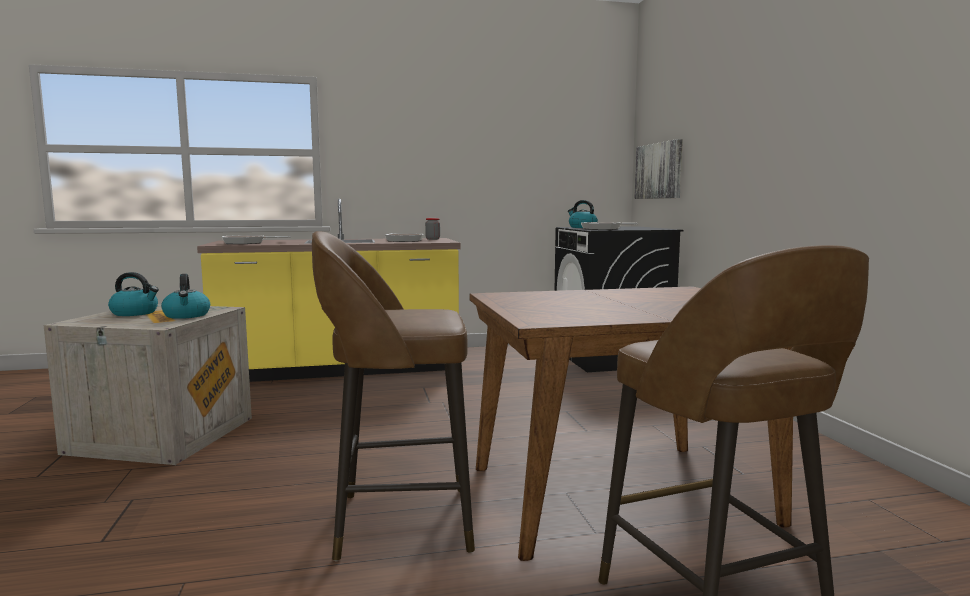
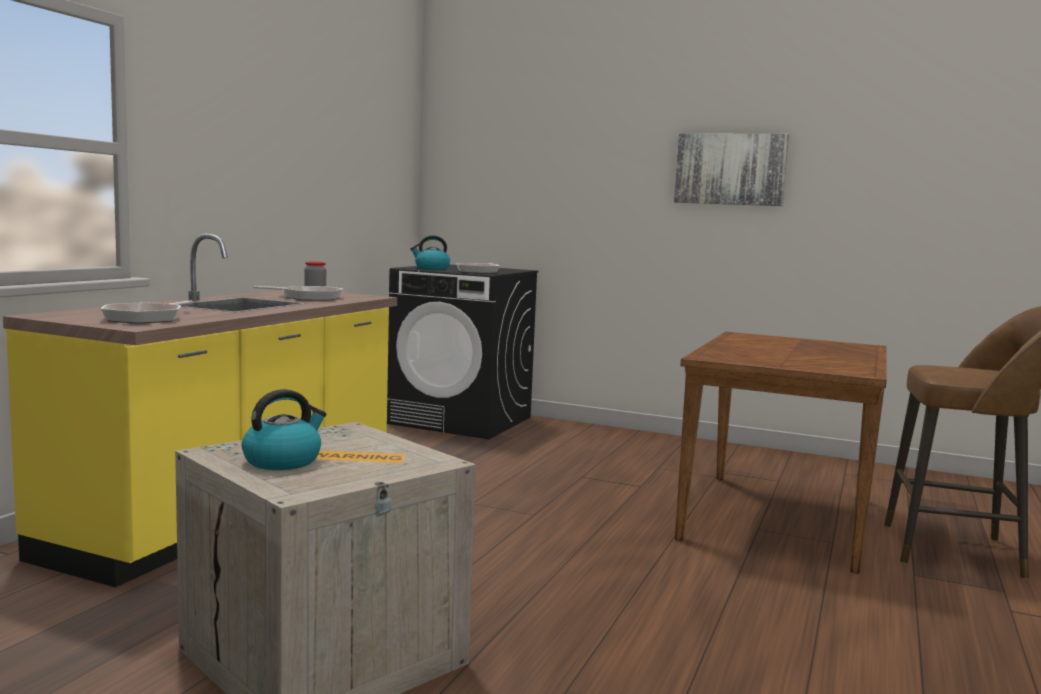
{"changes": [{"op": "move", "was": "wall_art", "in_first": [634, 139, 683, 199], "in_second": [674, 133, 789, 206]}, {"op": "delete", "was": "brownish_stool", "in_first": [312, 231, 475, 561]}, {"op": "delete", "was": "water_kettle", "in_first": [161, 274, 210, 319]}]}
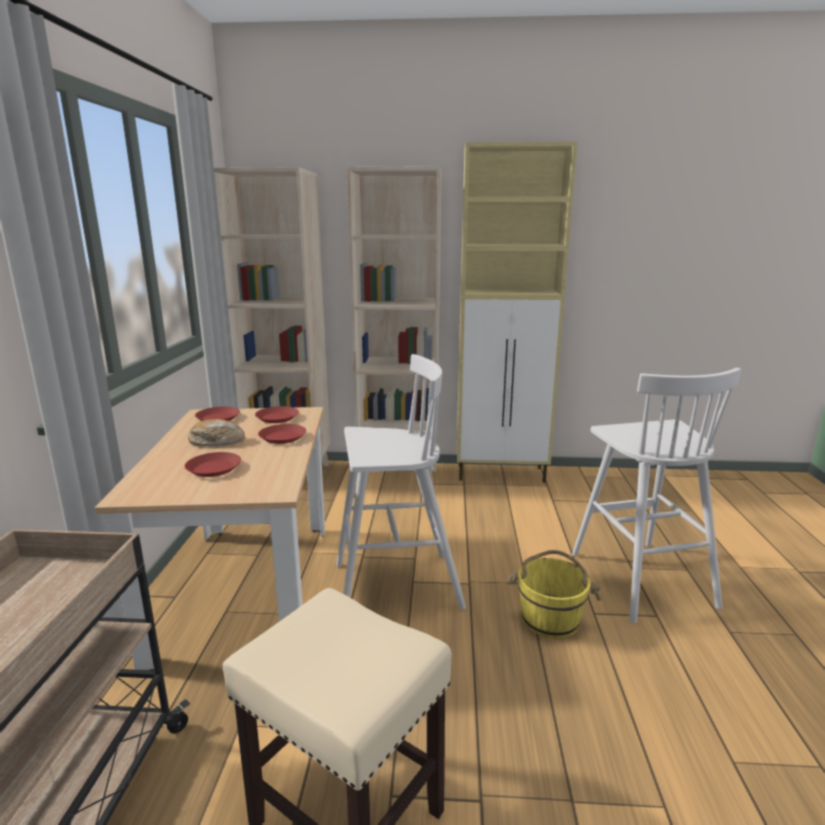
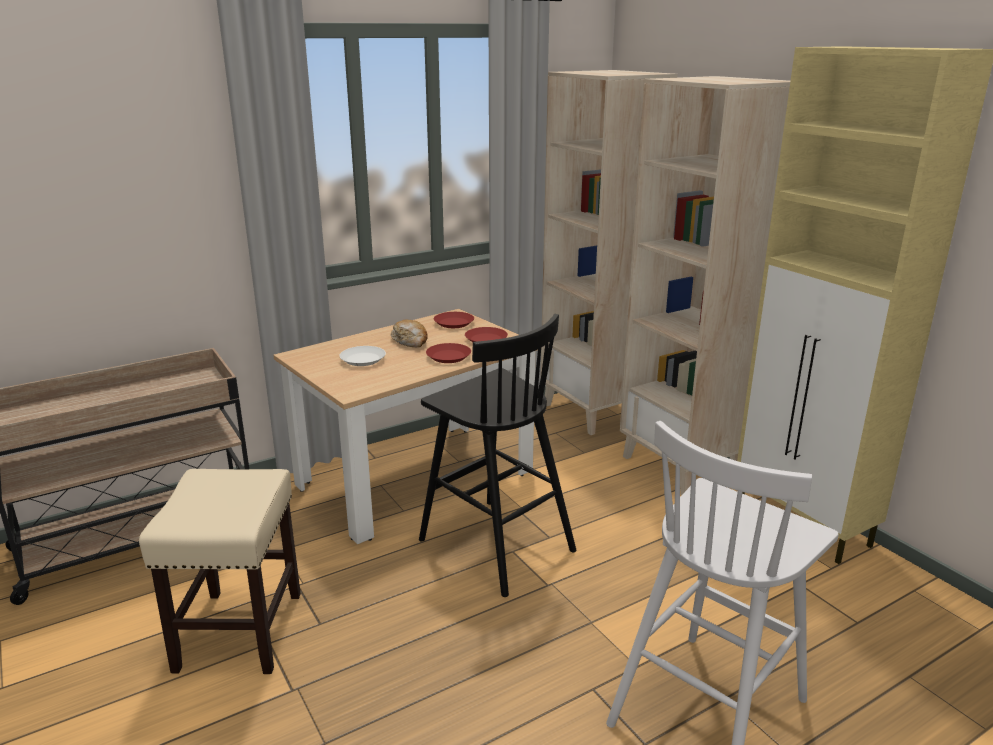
{"changes": [{"op": "recolor", "was": "white-coloured_stool", "now": "black-coloured_stool", "in_first": [336, 354, 466, 610], "in_second": [419, 314, 576, 597]}, {"op": "recolor", "was": "red_plate", "now": "white-coloured_plate", "in_first": [185, 452, 241, 477], "in_second": [339, 346, 386, 366]}, {"op": "delete", "was": "yellow-coloured_bucket", "in_first": [507, 550, 601, 639]}]}
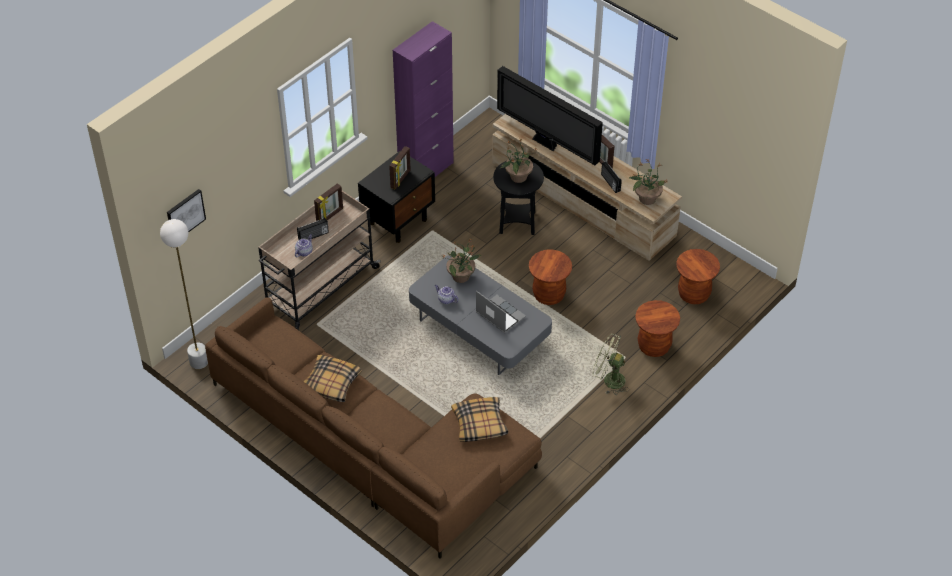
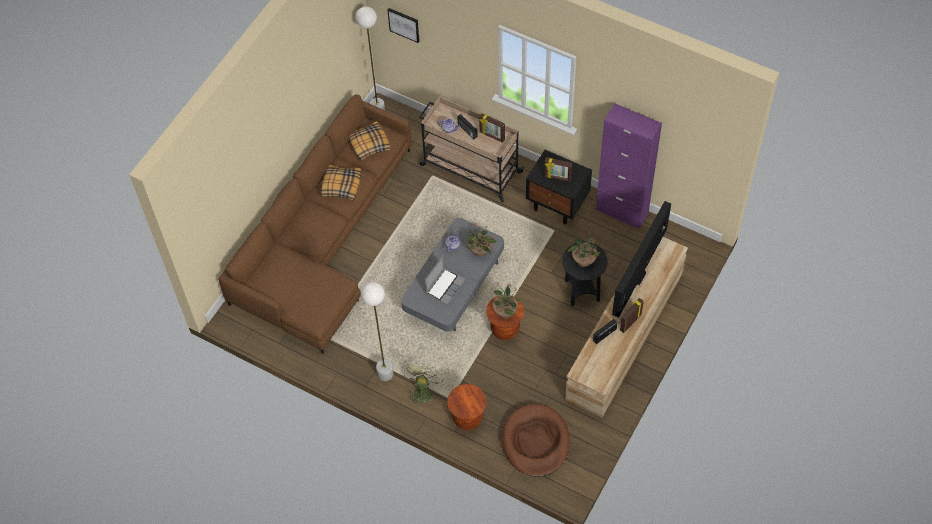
{"changes": [{"op": "move", "was": "houseplant", "in_first": [629, 159, 668, 205], "in_second": [493, 283, 522, 319]}, {"op": "replace", "was": "brownish_stool", "now": "brownish_dog_cushion", "in_first": [676, 249, 720, 304], "in_second": [502, 404, 570, 477]}, {"op": "move", "was": "pillow", "in_first": [451, 397, 508, 442], "in_second": [349, 121, 391, 161]}, {"op": "insert", "now": "white-coloured_floor_lamp", "in_second": [361, 282, 393, 381]}]}
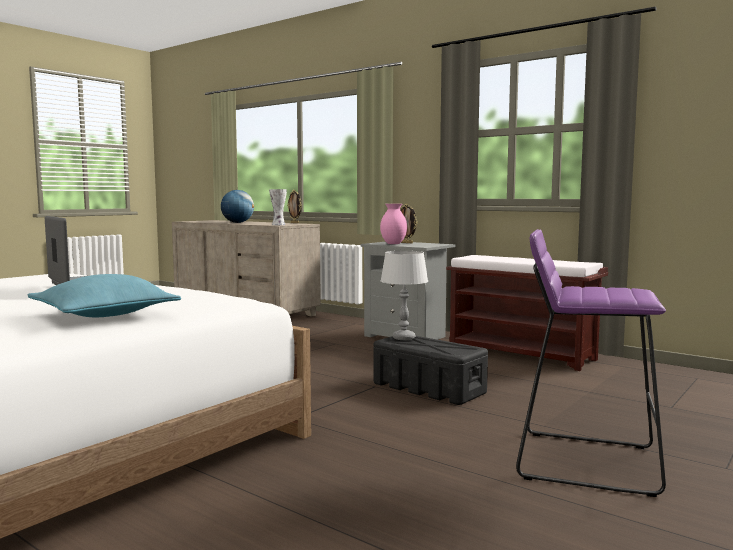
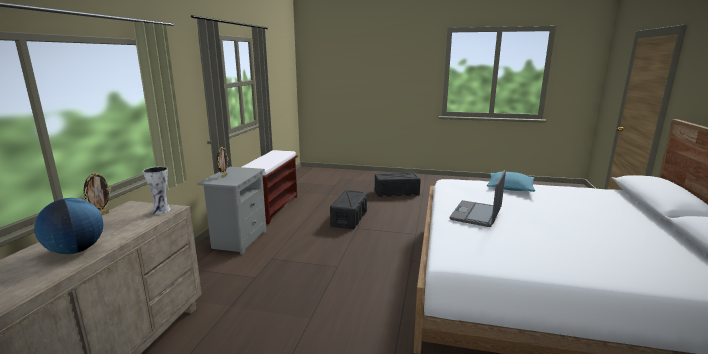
{"changes": [{"op": "delete", "was": "pink-coloured_decorative_vase", "in_first": [380, 204, 407, 244]}, {"op": "replace", "was": "purple_stool", "now": "black-coloured_storage_bin", "in_first": [516, 229, 666, 497], "in_second": [375, 173, 421, 197]}, {"op": "delete", "was": "greyish_lamp_for_a_table", "in_first": [380, 251, 428, 340]}]}
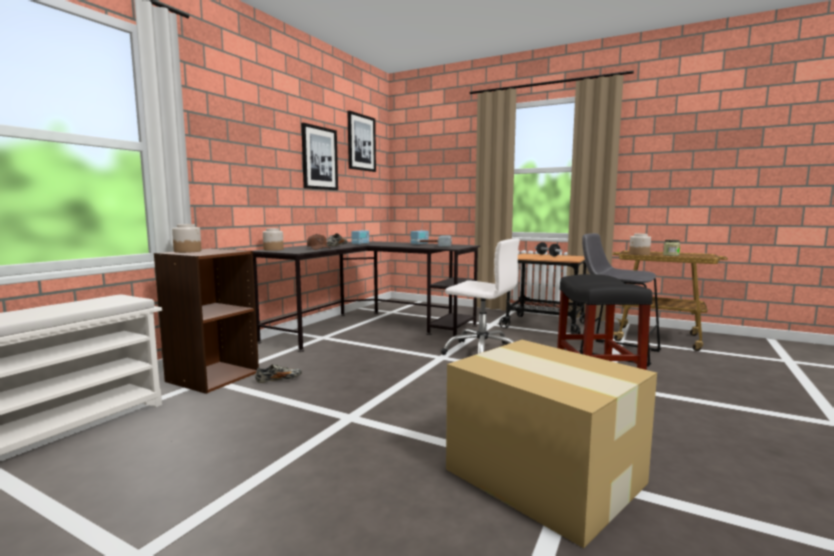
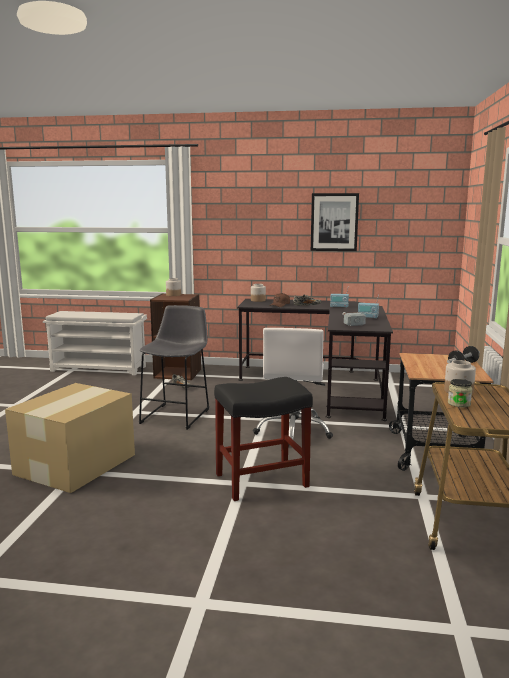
{"changes": [{"op": "delete", "was": "wall_art", "in_first": [347, 111, 376, 172]}, {"op": "move", "was": "greyish_stool", "in_first": [579, 233, 661, 367], "in_second": [139, 305, 209, 430]}]}
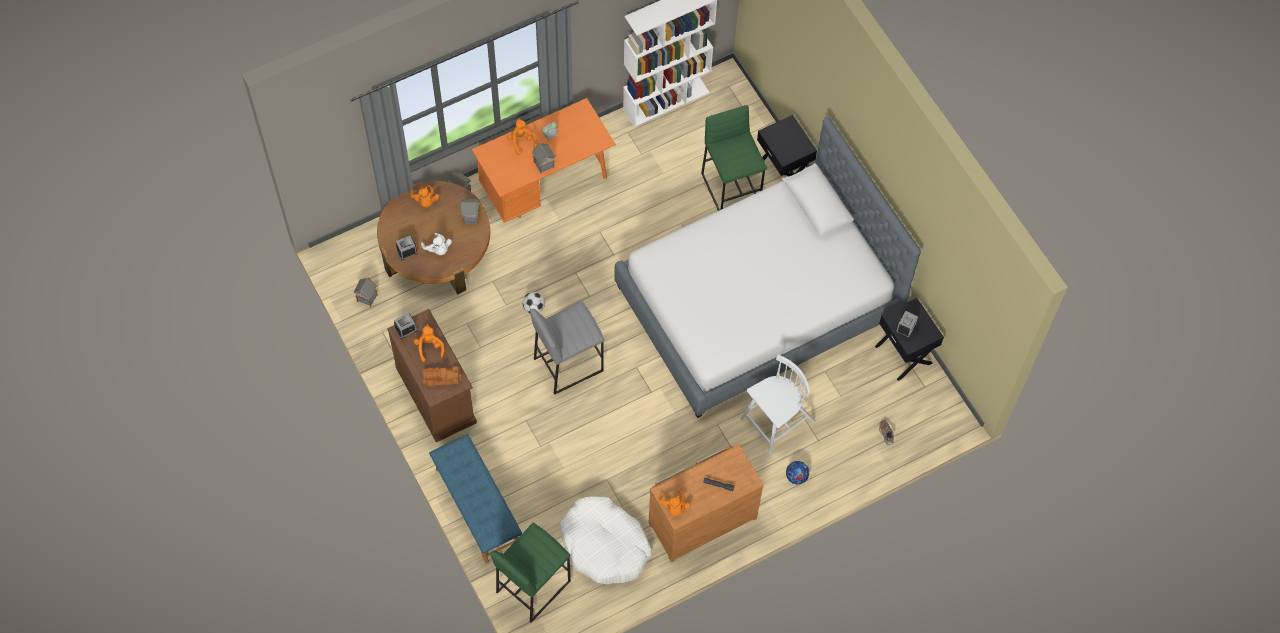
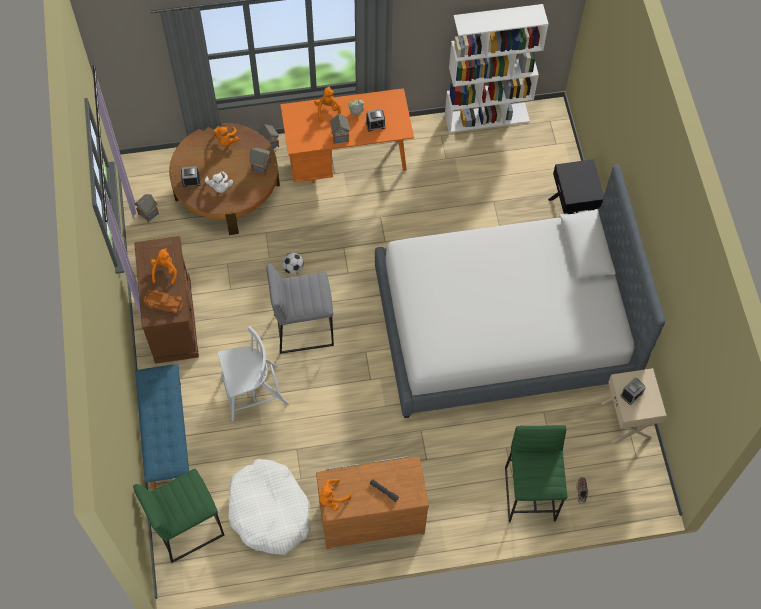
{"changes": [{"op": "move", "was": "green-coloured_stool", "in_first": [701, 105, 767, 211], "in_second": [505, 425, 567, 522]}, {"op": "recolor", "was": "black-coloured_nightstand", "now": "beige_nightstand", "in_first": [875, 298, 944, 381], "in_second": [601, 368, 667, 444]}, {"op": "move", "was": "alarm_clock", "in_first": [394, 313, 418, 339], "in_second": [366, 109, 386, 131]}, {"op": "move", "was": "white-coloured_upright_chair", "in_first": [740, 355, 815, 454], "in_second": [218, 326, 289, 421]}, {"op": "delete", "was": "football", "in_first": [786, 461, 809, 484]}, {"op": "rotate", "was": "orange_plush_toy", "in_first": [659, 489, 690, 516], "in_second": [319, 479, 351, 511], "clockwise": 45}]}
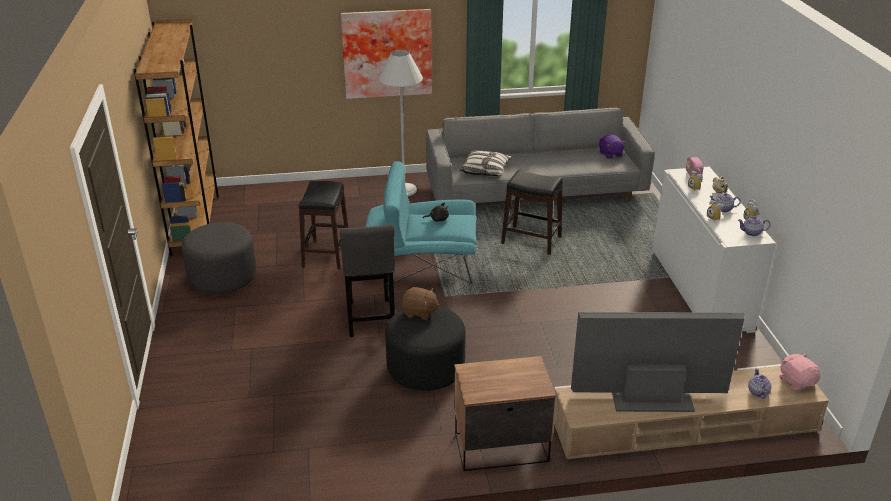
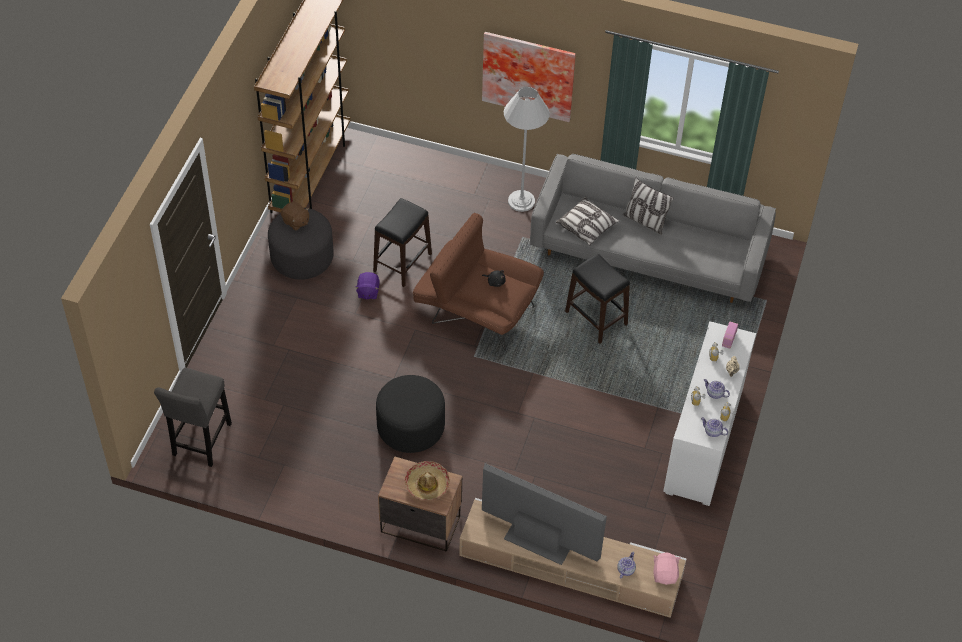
{"changes": [{"op": "move", "was": "purple_plush_toy", "in_first": [599, 135, 626, 159], "in_second": [355, 272, 380, 300]}, {"op": "recolor", "was": "blue-green_armchair", "now": "brownish_armchair", "in_first": [365, 161, 477, 285], "in_second": [413, 213, 544, 351]}, {"op": "move", "was": "greyish_stool", "in_first": [340, 224, 395, 337], "in_second": [154, 368, 232, 467]}, {"op": "move", "was": "brownish_plush_toy", "in_first": [402, 287, 440, 320], "in_second": [281, 201, 309, 231]}, {"op": "insert", "now": "pillow", "in_second": [623, 177, 674, 235]}, {"op": "insert", "now": "wearable_hat", "in_second": [405, 461, 450, 500]}]}
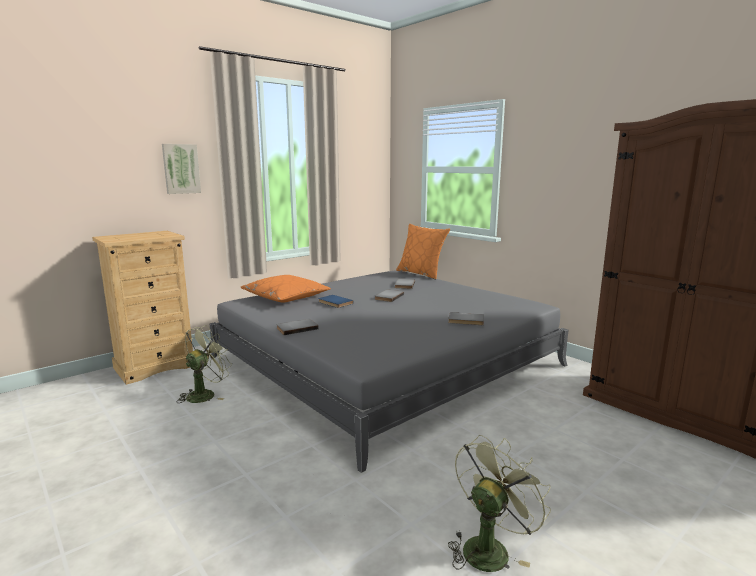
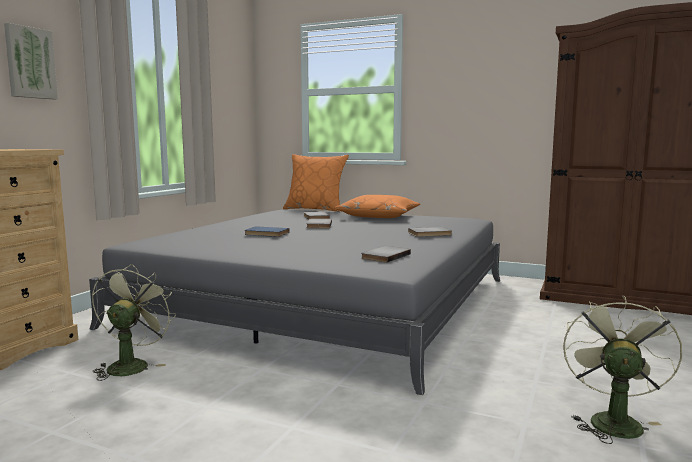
{"changes": [{"op": "move", "was": "orange_pillow", "in_first": [241, 275, 331, 302], "in_second": [334, 195, 420, 218]}, {"op": "move", "was": "greyish_bound_book", "in_first": [276, 319, 318, 335], "in_second": [361, 246, 411, 263]}]}
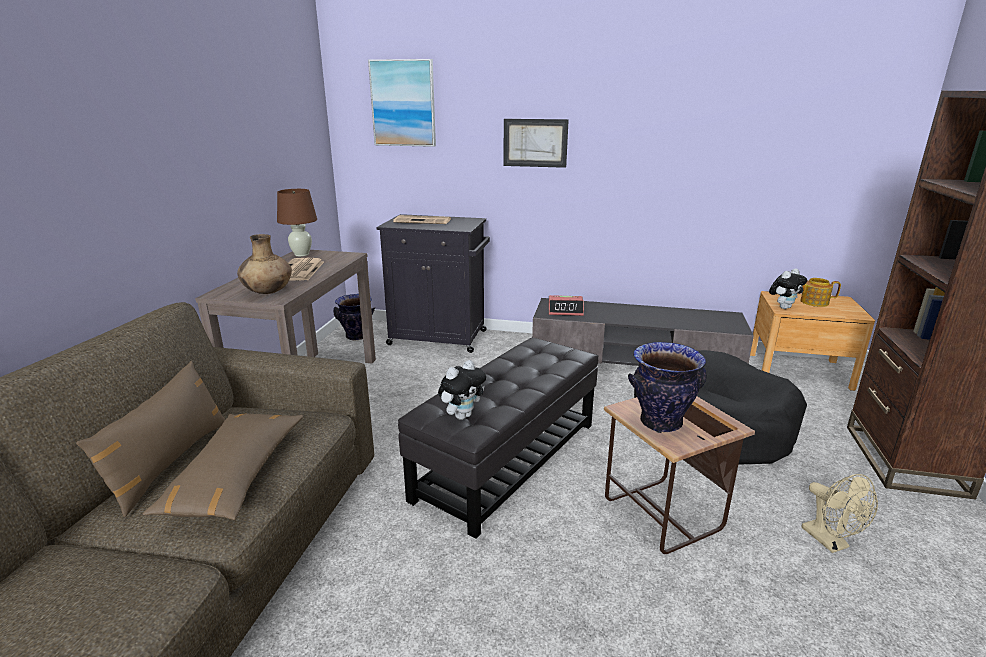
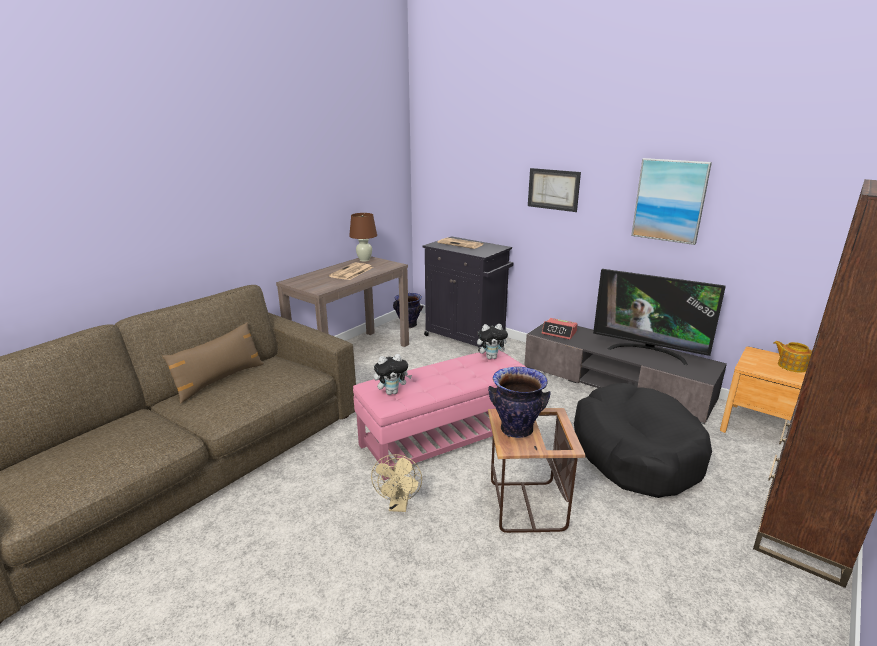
{"changes": [{"op": "move", "was": "wall_art", "in_first": [368, 59, 436, 147], "in_second": [631, 158, 712, 245]}, {"op": "delete", "was": "brownish_decorative_vase", "in_first": [237, 234, 292, 294]}, {"op": "move", "was": "plush_toy", "in_first": [769, 268, 807, 309], "in_second": [477, 324, 510, 359]}, {"op": "recolor", "was": "black-coloured_pouffe", "now": "pink-coloured_pouffe", "in_first": [398, 337, 598, 539], "in_second": [353, 349, 526, 480]}, {"op": "delete", "was": "brownish_pillow", "in_first": [142, 414, 303, 520]}, {"op": "move", "was": "beige_fan", "in_first": [802, 474, 878, 553], "in_second": [371, 454, 422, 512]}, {"op": "insert", "now": "TV_set", "in_second": [593, 269, 726, 365]}]}
